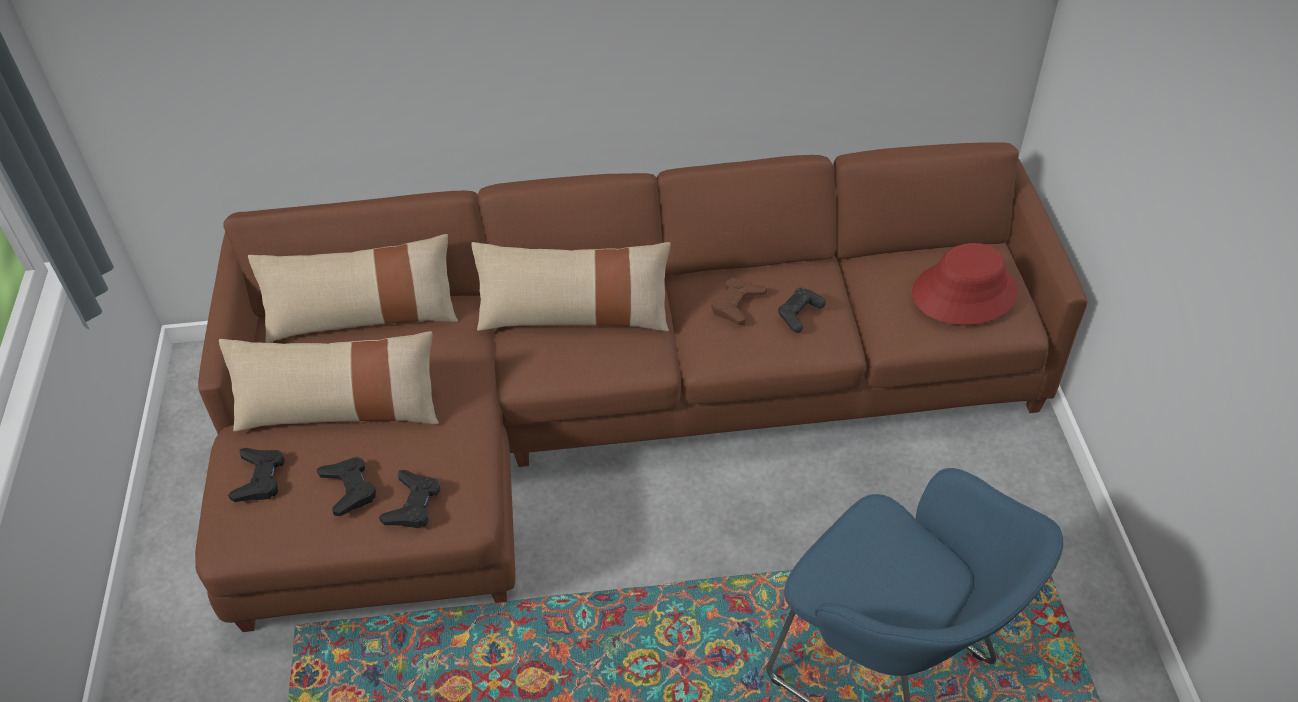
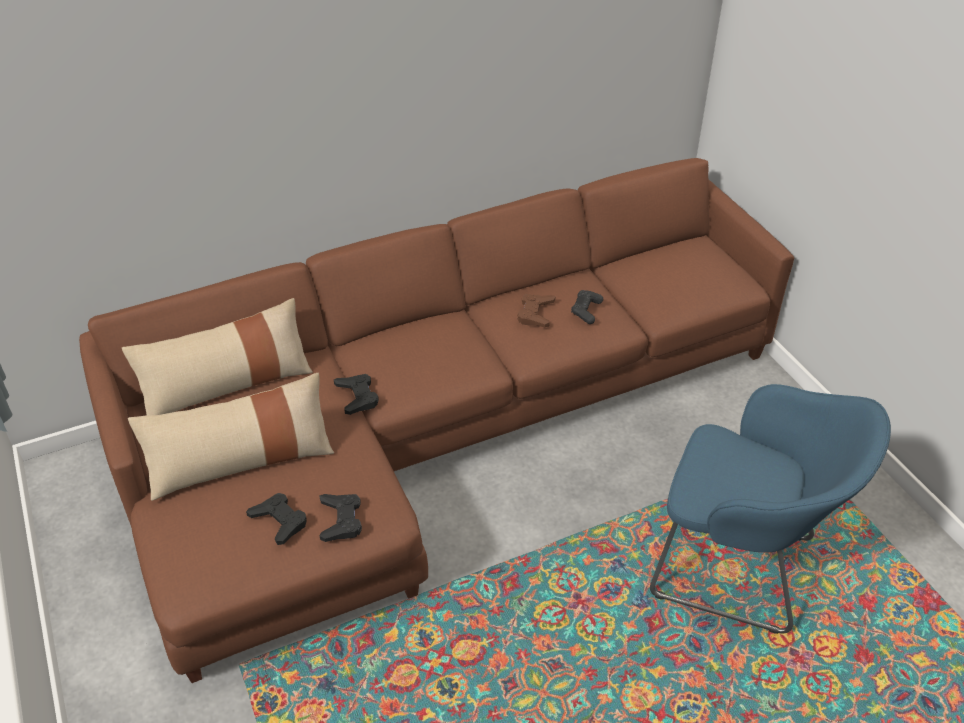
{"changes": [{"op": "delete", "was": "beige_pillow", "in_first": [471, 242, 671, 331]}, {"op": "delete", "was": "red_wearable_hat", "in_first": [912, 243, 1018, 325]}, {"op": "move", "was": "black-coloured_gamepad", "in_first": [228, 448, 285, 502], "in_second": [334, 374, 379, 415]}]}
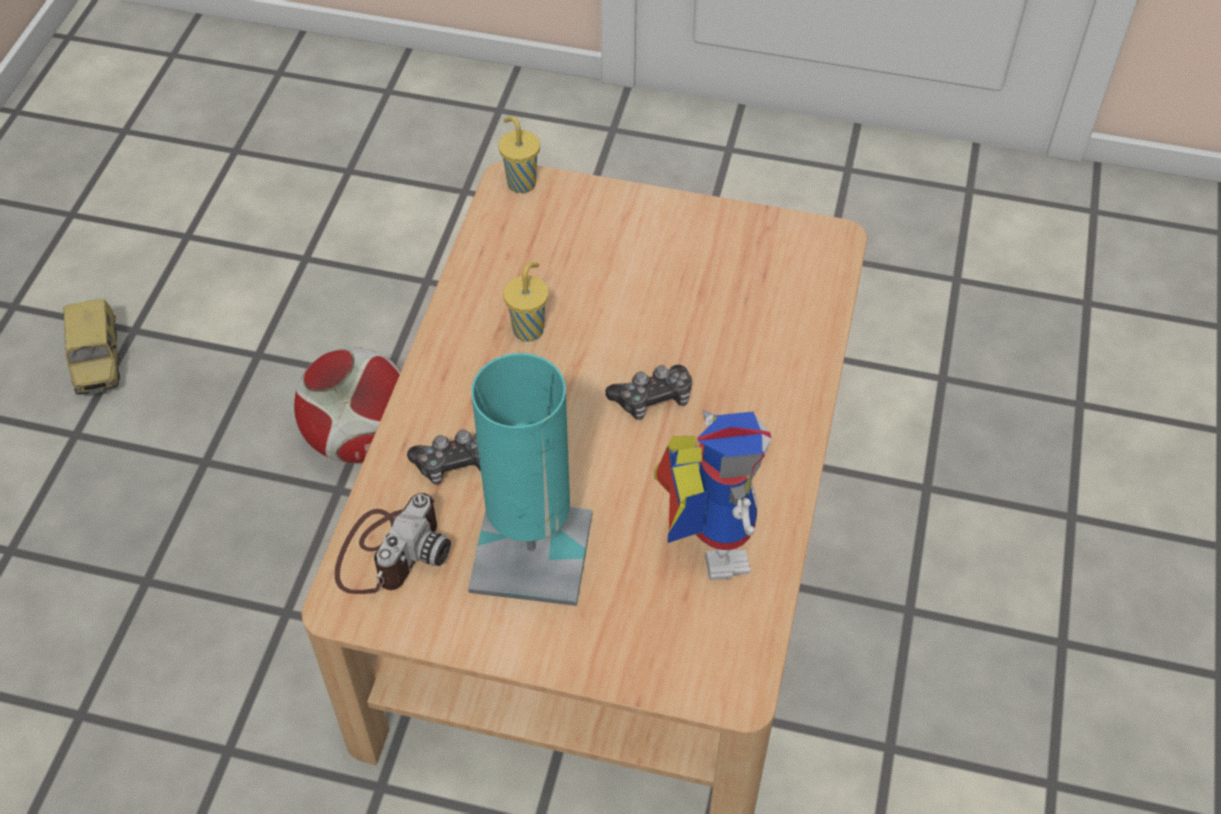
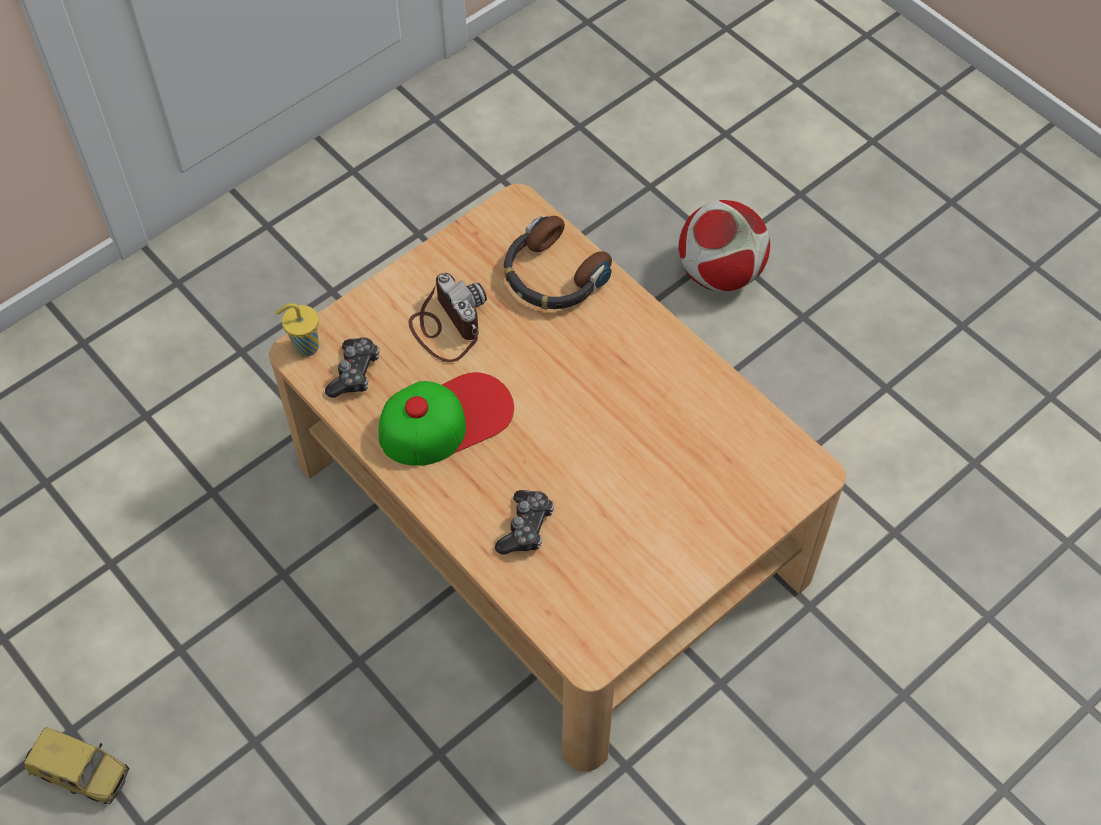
{"changes": [{"op": "replace", "was": "yellow-coloured_drinking_cup", "now": "cap", "in_first": [503, 262, 549, 342], "in_second": [379, 372, 514, 466]}, {"op": "move", "was": "football", "in_first": [294, 347, 401, 463], "in_second": [678, 200, 770, 291]}, {"op": "delete", "was": "blue-green_lamp_for_a_table", "in_first": [468, 353, 593, 606]}, {"op": "move", "was": "gamepad", "in_first": [605, 365, 692, 420], "in_second": [325, 337, 379, 398]}, {"op": "delete", "was": "model_robot", "in_first": [654, 410, 772, 580]}, {"op": "move", "was": "still_camera", "in_first": [335, 493, 451, 594], "in_second": [409, 273, 487, 362]}, {"op": "insert", "now": "pair_of_headphones", "in_second": [504, 216, 612, 310]}]}
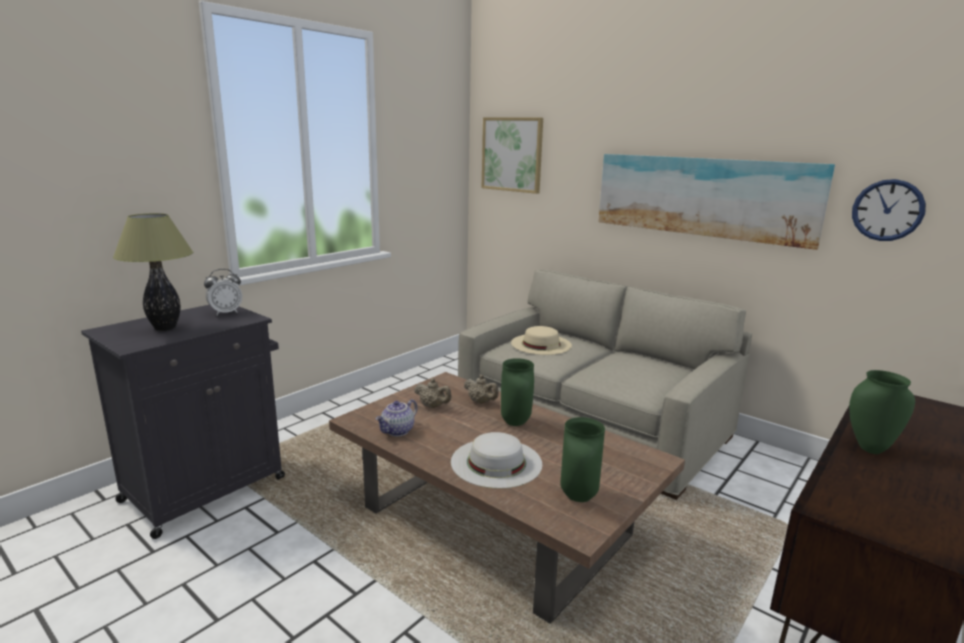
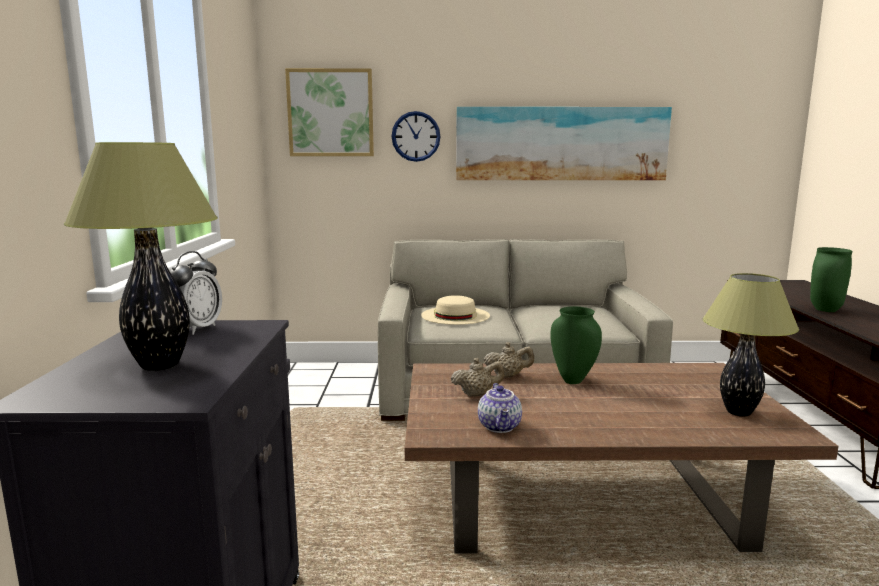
{"changes": [{"op": "move", "was": "wall_clock", "in_first": [852, 179, 926, 241], "in_second": [392, 111, 441, 162]}, {"op": "replace", "was": "green-coloured_decorative_vase", "now": "lamp_for_a_table", "in_first": [561, 417, 605, 502], "in_second": [703, 273, 799, 417]}, {"op": "delete", "was": "white-coloured_wearable_hat", "in_first": [451, 432, 542, 489]}]}
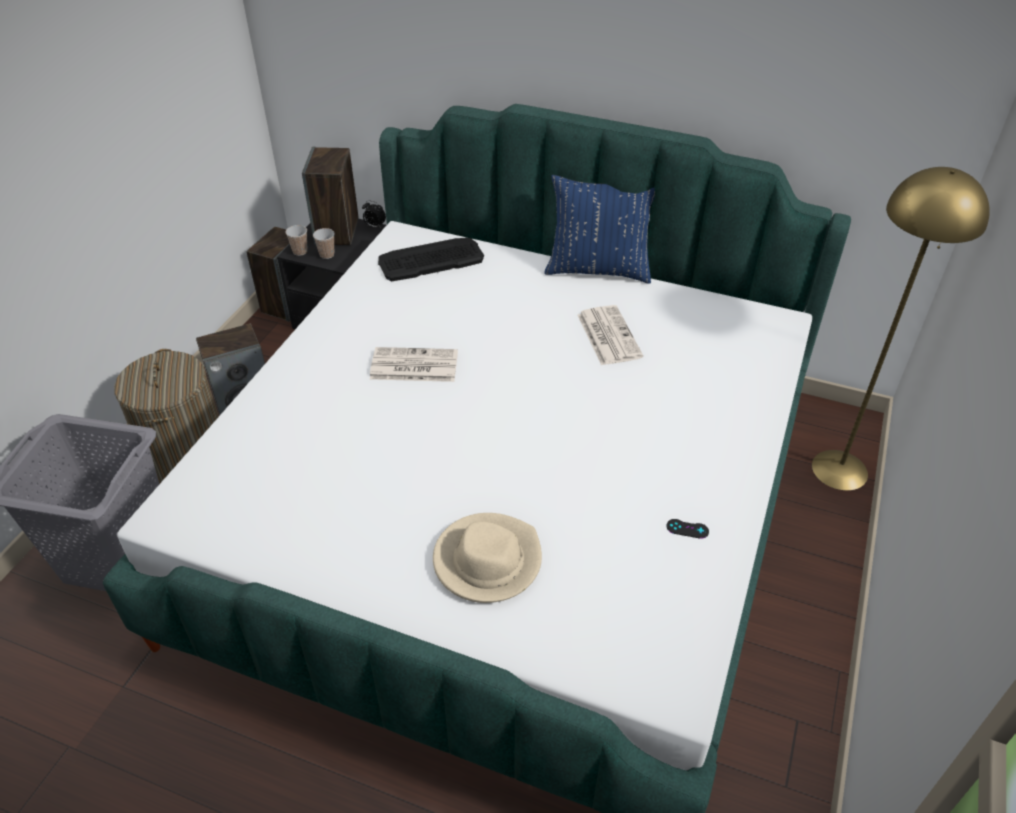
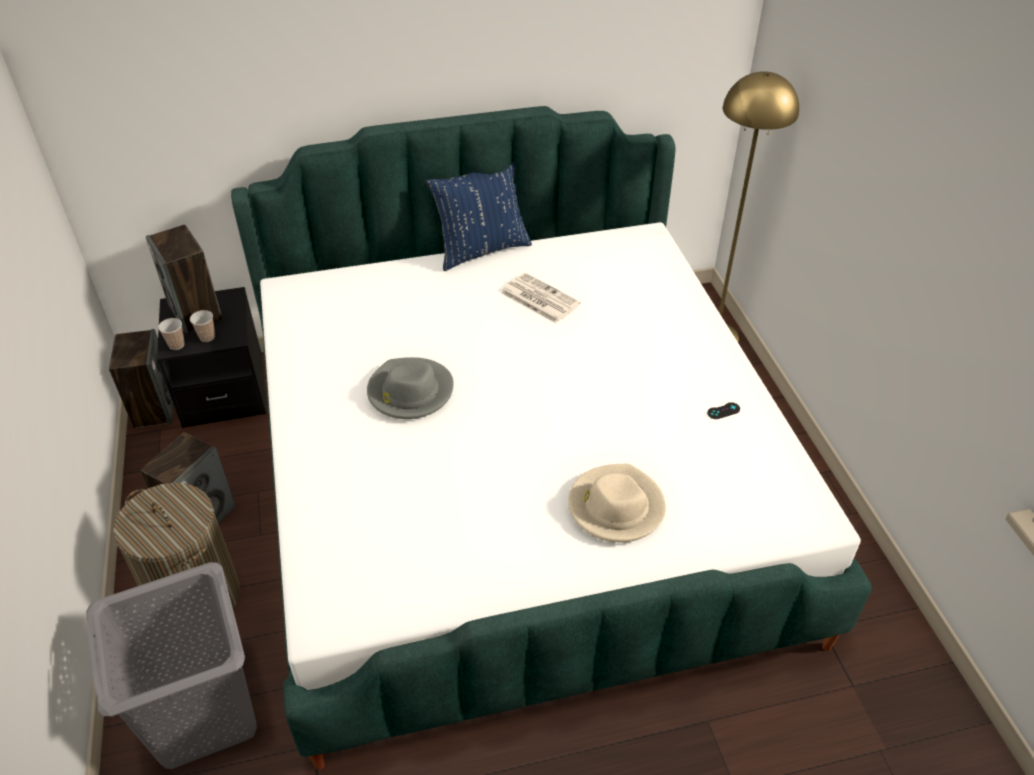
{"changes": [{"op": "delete", "was": "alarm_clock", "in_first": [362, 200, 386, 228]}, {"op": "delete", "was": "keyboard", "in_first": [378, 238, 484, 281]}, {"op": "replace", "was": "newspaper", "now": "greyish_wearable_hat", "in_first": [370, 347, 458, 382], "in_second": [367, 357, 454, 419]}]}
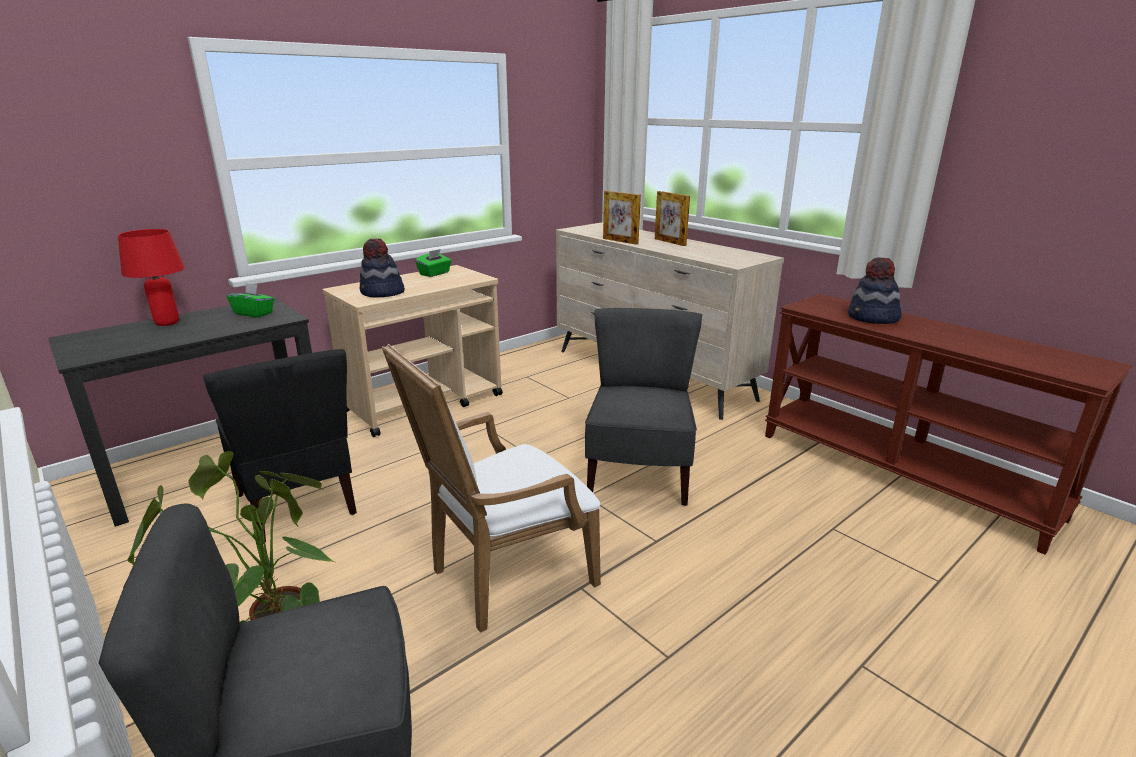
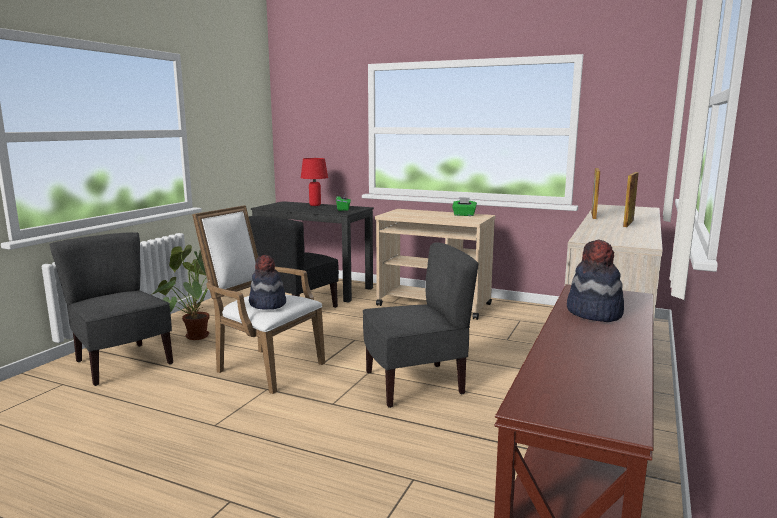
{"changes": [{"op": "move", "was": "wearable_hat", "in_first": [360, 239, 405, 297], "in_second": [249, 254, 286, 310]}]}
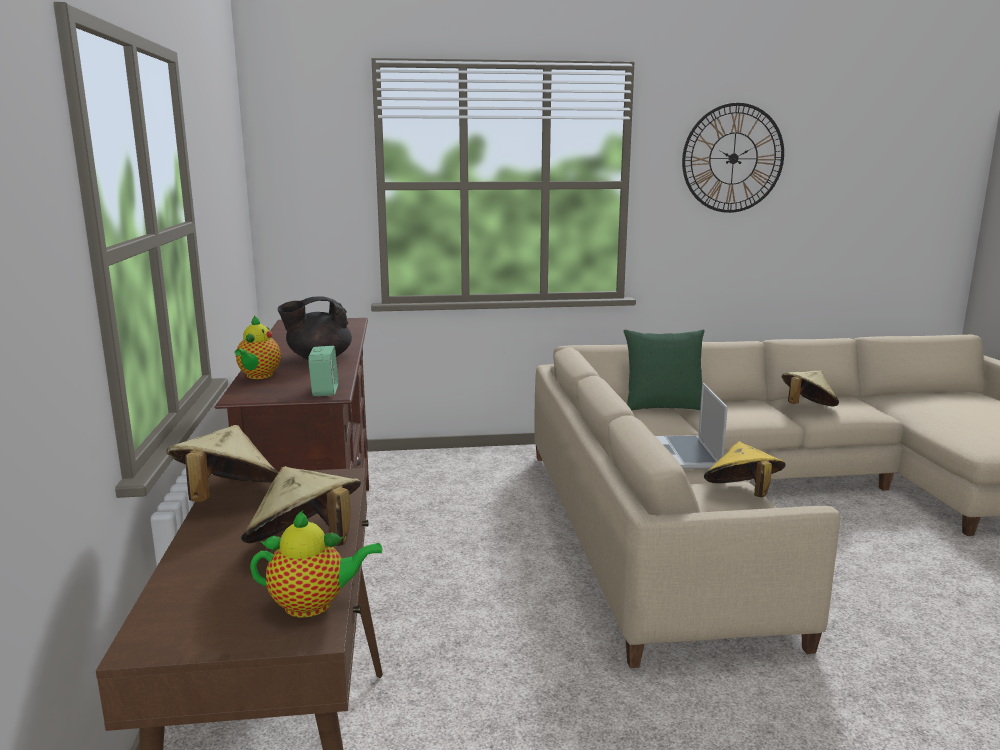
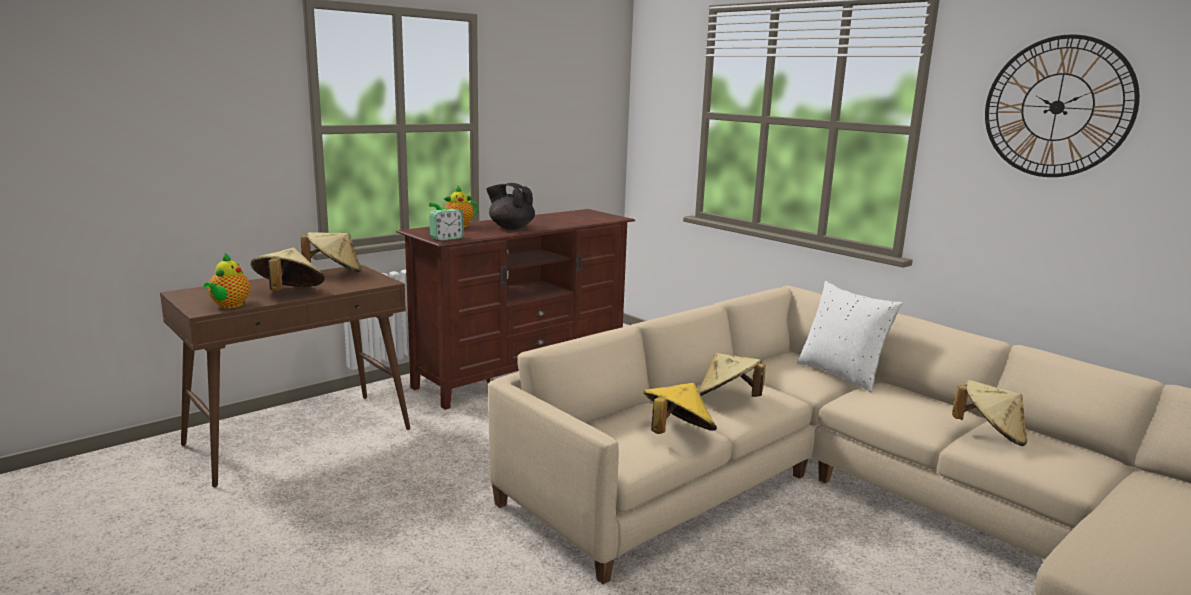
{"changes": [{"op": "recolor", "was": "green-coloured_pillow", "now": "white-coloured_pillow", "in_first": [624, 330, 705, 410], "in_second": [797, 281, 903, 392]}, {"op": "replace", "was": "laptop", "now": "beige_wearable_hat", "in_first": [655, 383, 728, 469], "in_second": [698, 353, 766, 397]}, {"op": "rotate", "was": "tea_pot", "in_first": [250, 510, 382, 617], "in_second": [203, 253, 250, 309], "clockwise": 45}]}
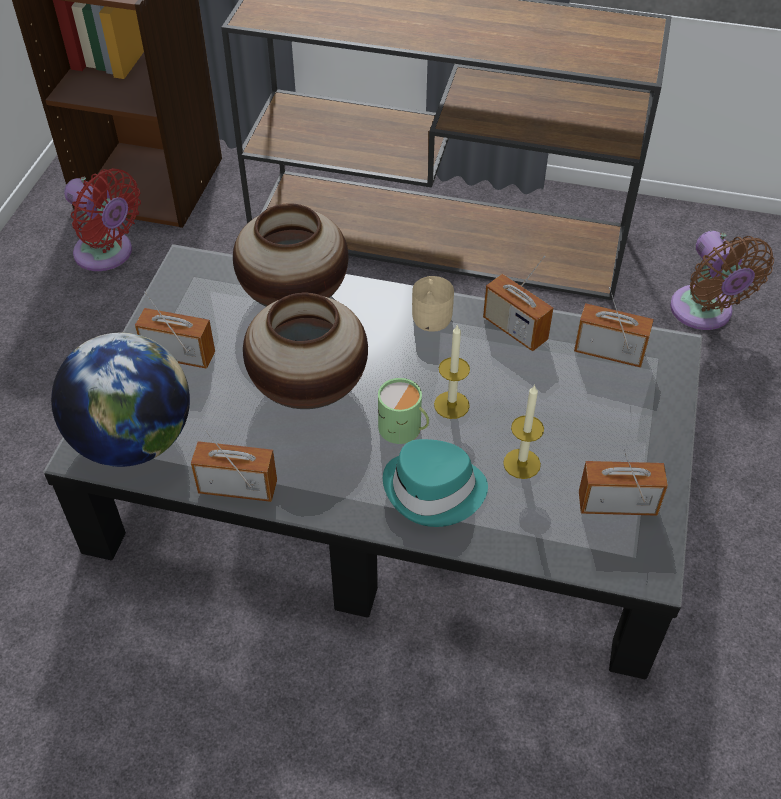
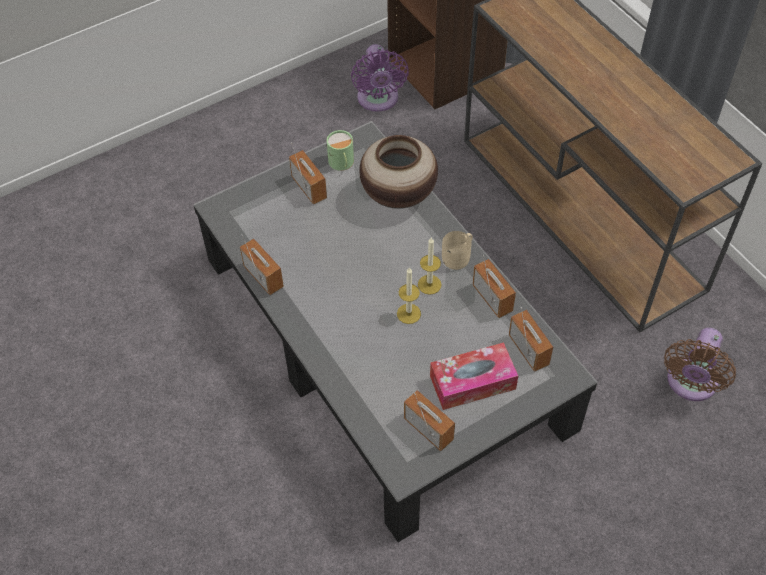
{"changes": [{"op": "recolor", "was": "red_fan", "now": "purple_fan", "in_first": [64, 168, 141, 271], "in_second": [351, 44, 409, 112]}, {"op": "rotate", "was": "radio_set", "in_first": [483, 256, 553, 351], "in_second": [473, 255, 516, 318], "clockwise": 150}, {"op": "delete", "was": "decorative_vase", "in_first": [243, 292, 368, 409]}, {"op": "delete", "was": "desk_globe", "in_first": [51, 333, 190, 467]}, {"op": "move", "was": "green-coloured_tea_mug", "in_first": [378, 378, 429, 444], "in_second": [326, 130, 354, 171]}, {"op": "move", "was": "wax_candle", "in_first": [503, 385, 544, 479], "in_second": [418, 237, 442, 295]}, {"op": "delete", "was": "blue-green_wearable_hat", "in_first": [383, 439, 488, 527]}, {"op": "insert", "now": "tissue_holder", "in_second": [430, 342, 518, 410]}]}
